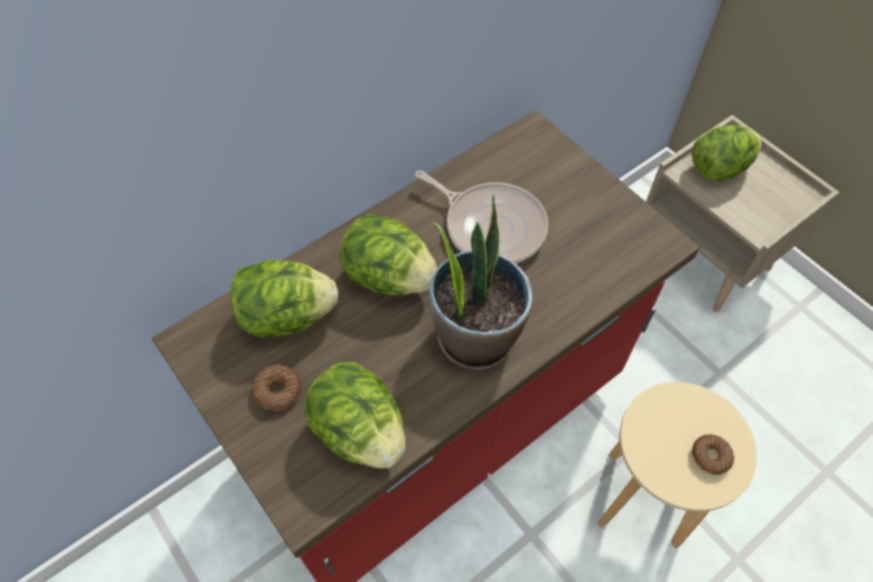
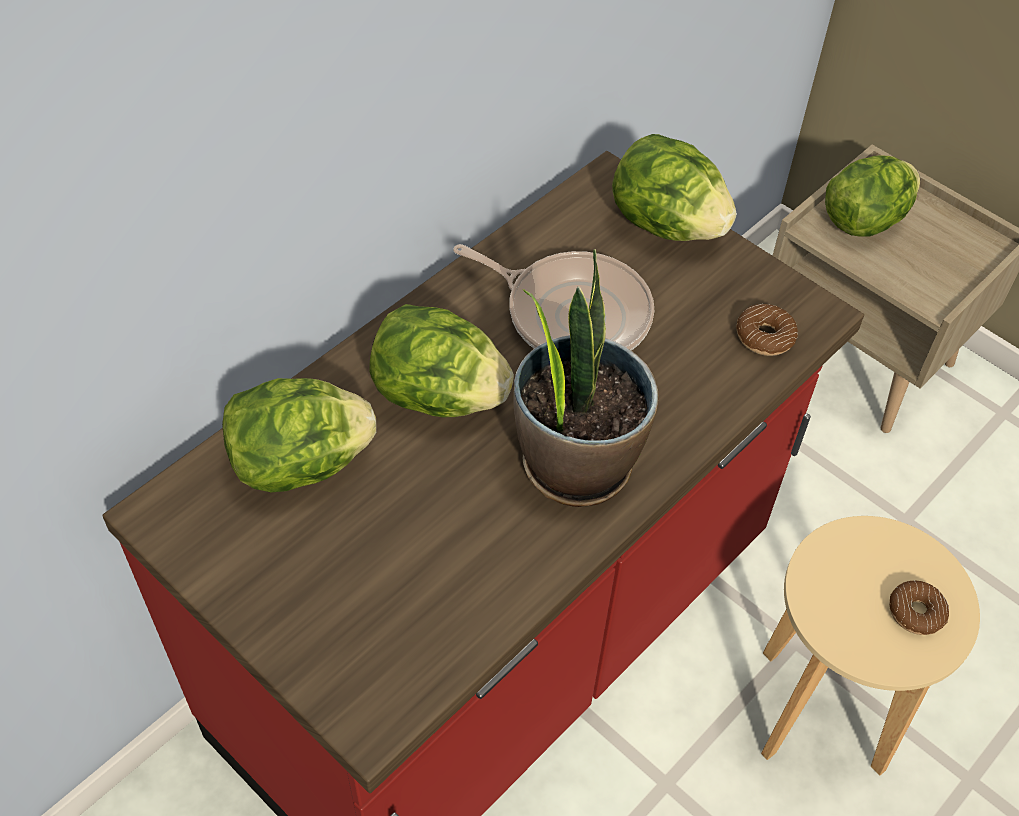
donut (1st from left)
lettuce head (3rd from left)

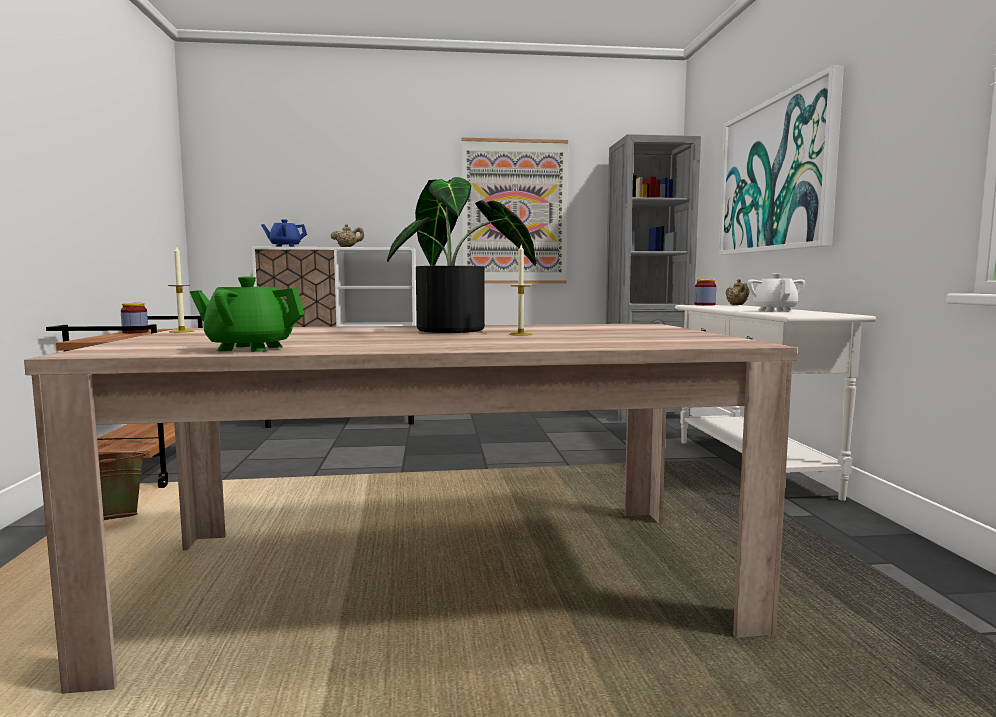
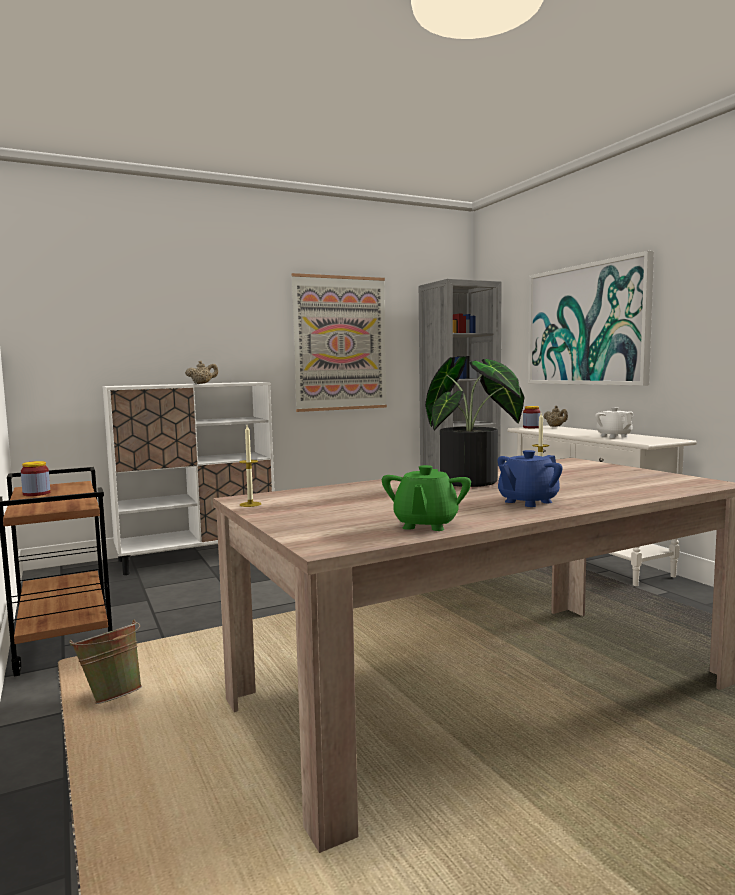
green-coloured tea pot
bluish tea pot

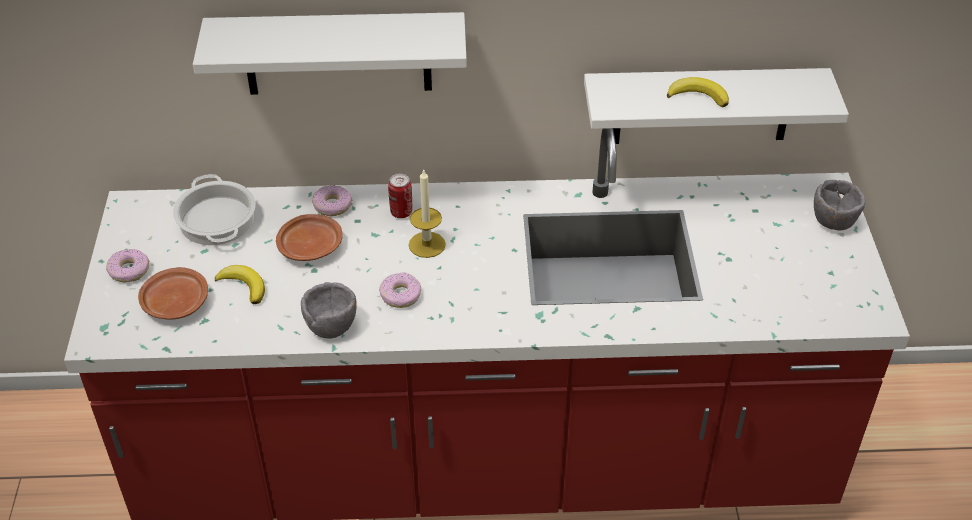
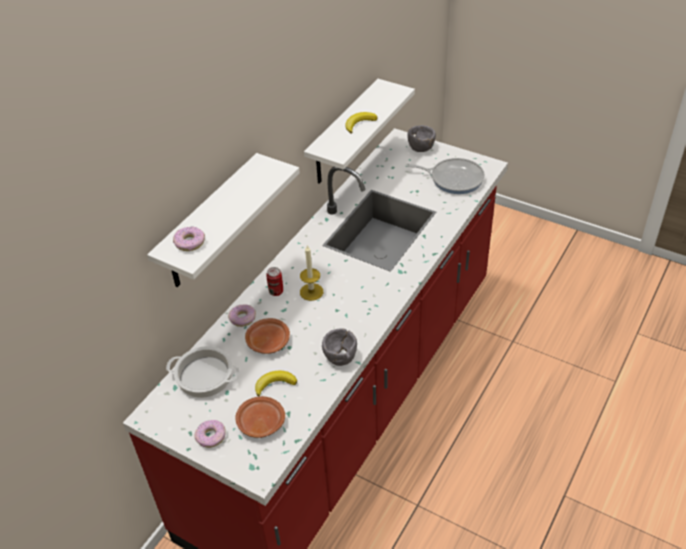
donut (1st from left)
pan

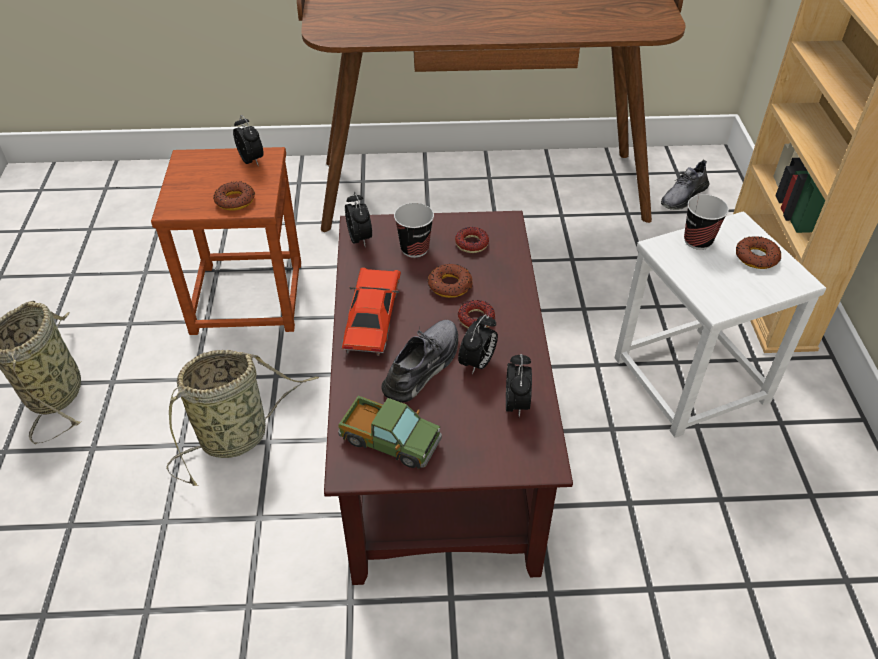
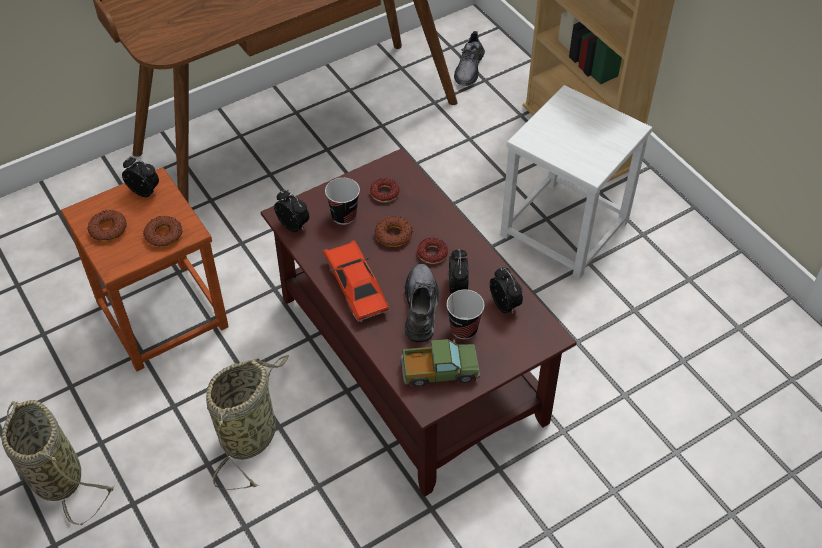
cup (2nd from left)
donut (1st from left)

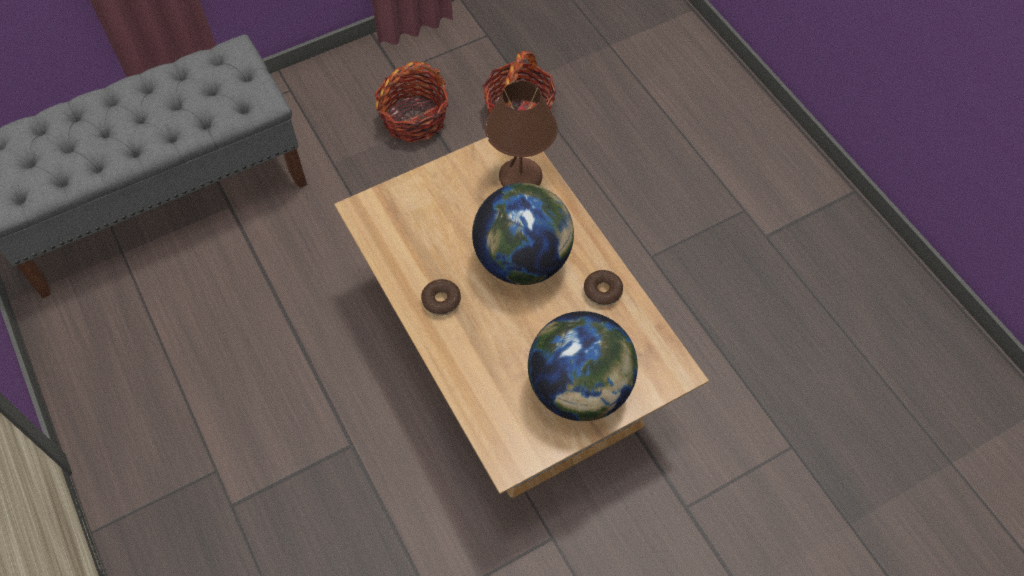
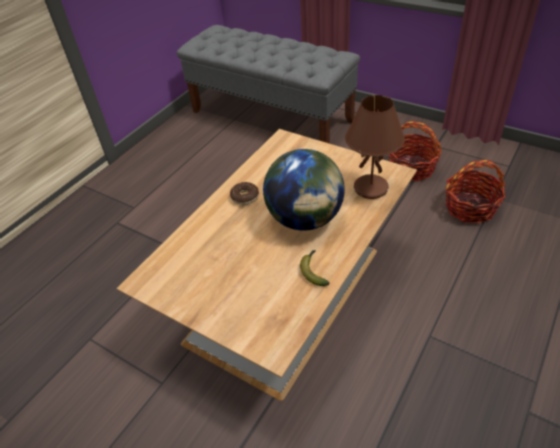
desk globe (2nd from left in the first image)
banana

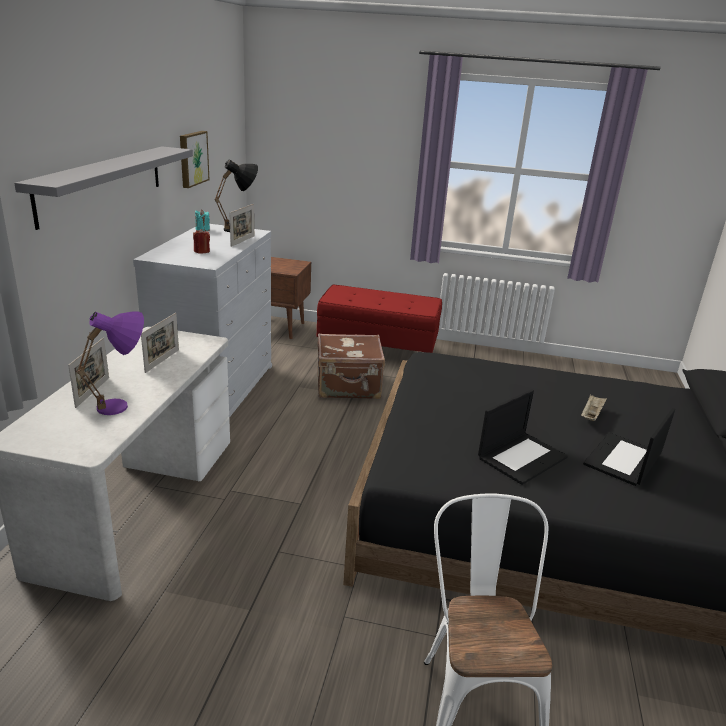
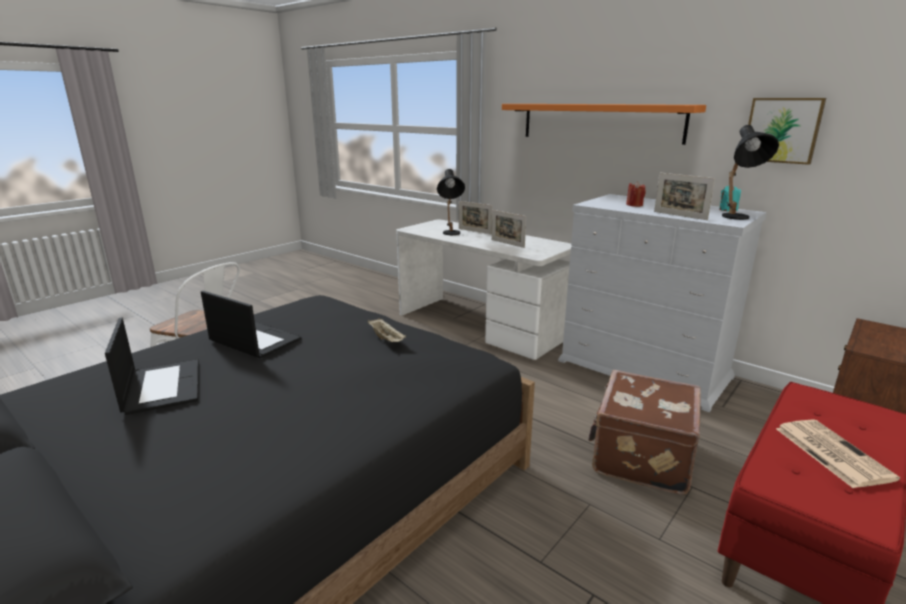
orangey wall shelf
black-coloured tabletop lamp (1st from left)
laptop (2nd from left)
beige-coloured tray
daily paper

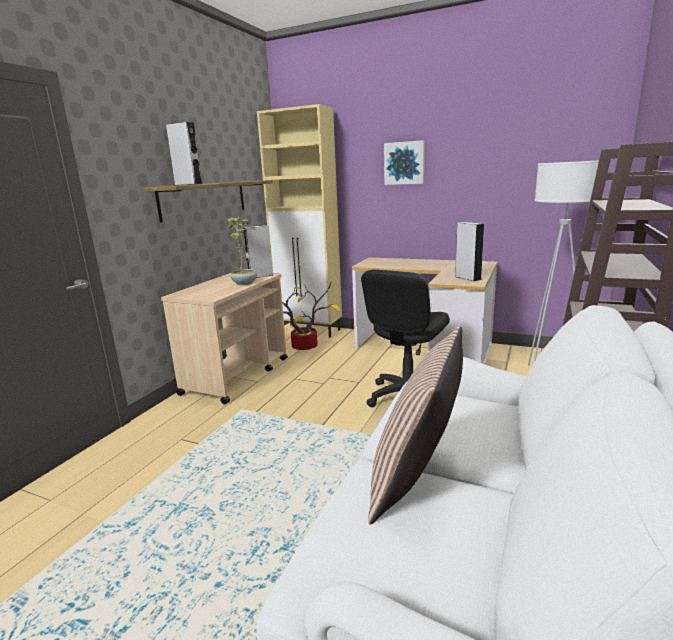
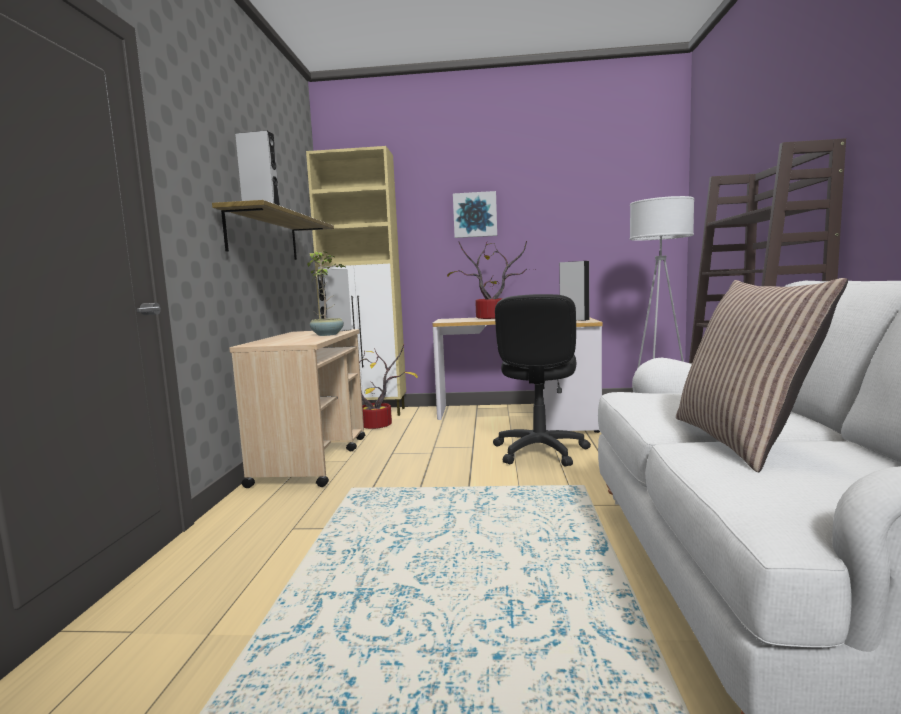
plant in a pot (3rd from left)

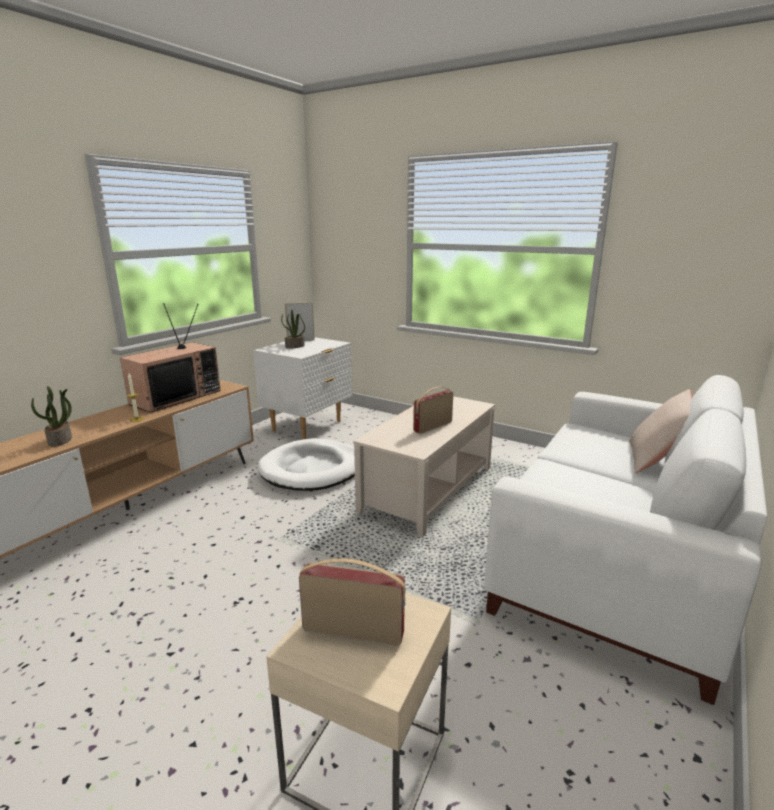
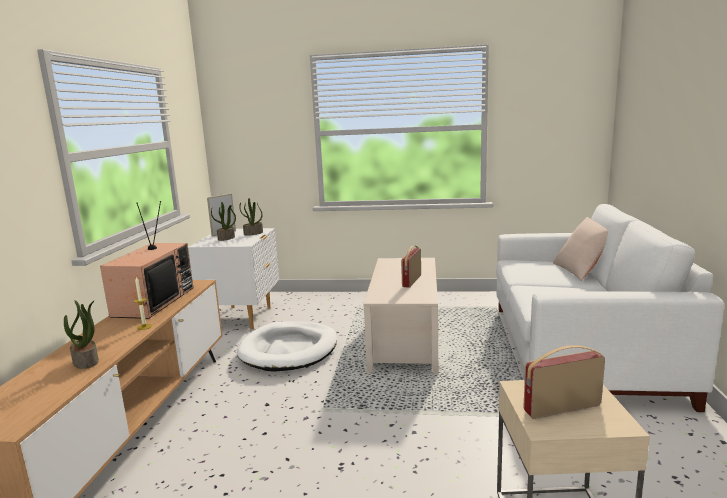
plant in a pot (3rd from left)

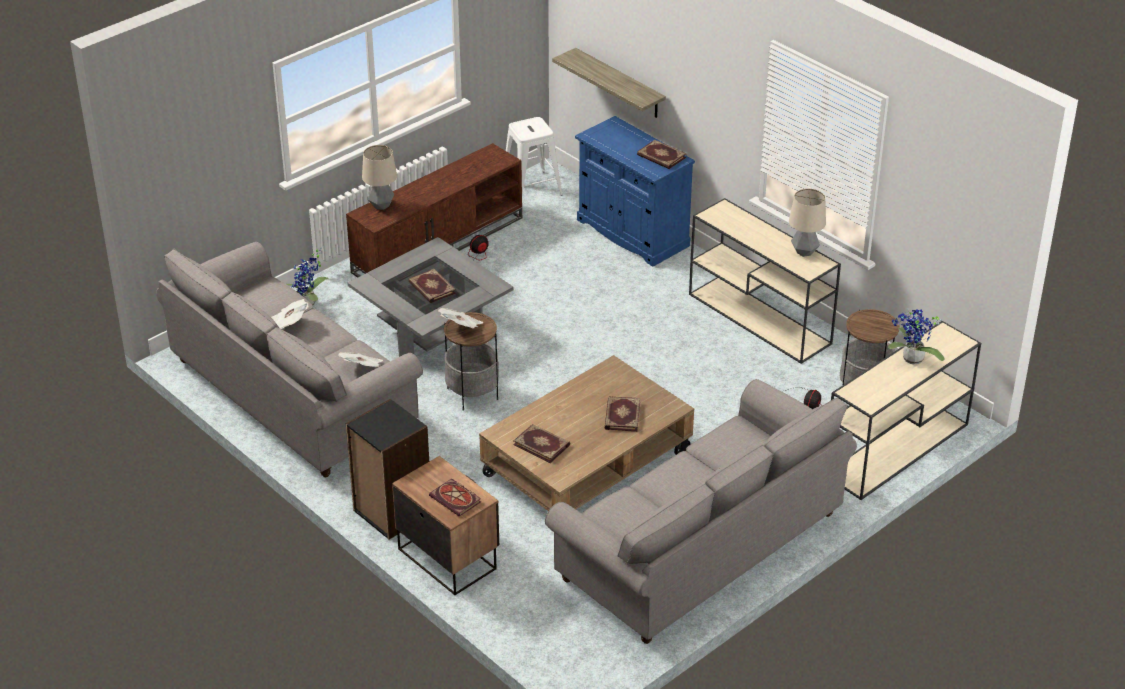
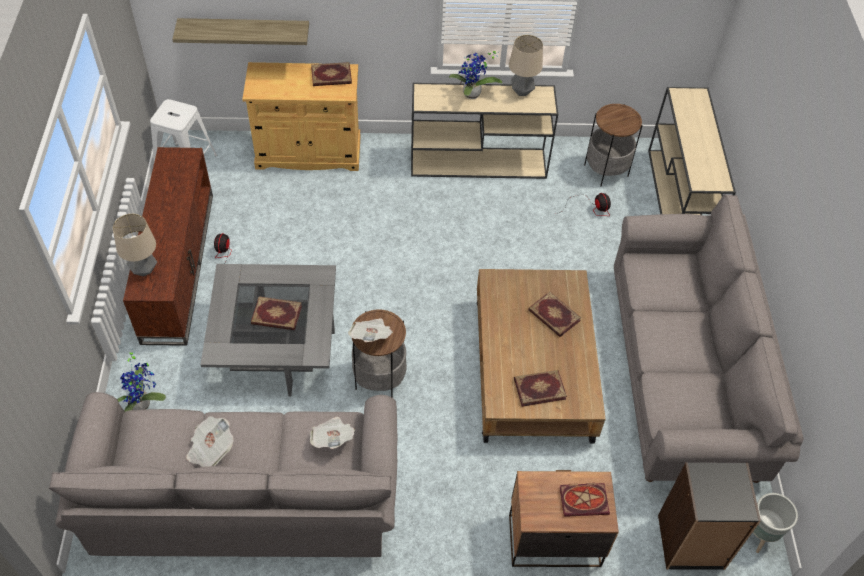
black-coloured shelving unit
beige-coloured cabinet
plant in a pot (2nd from left)
greyish planter

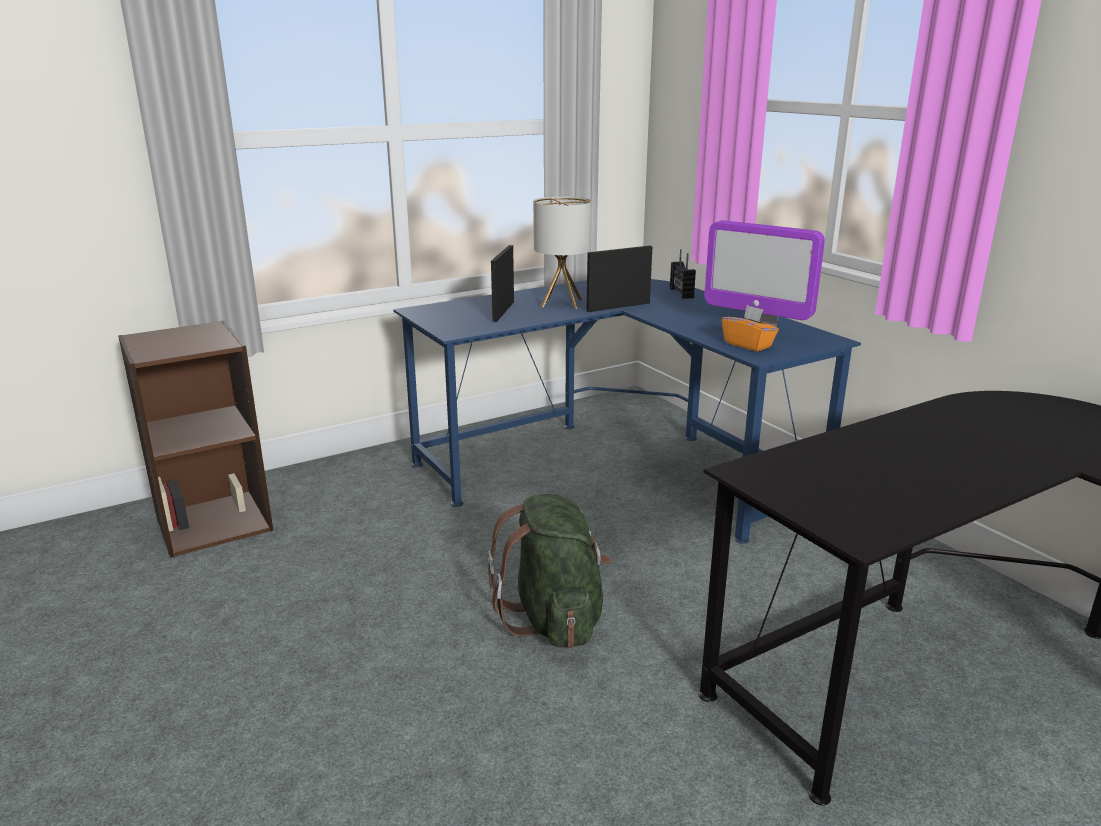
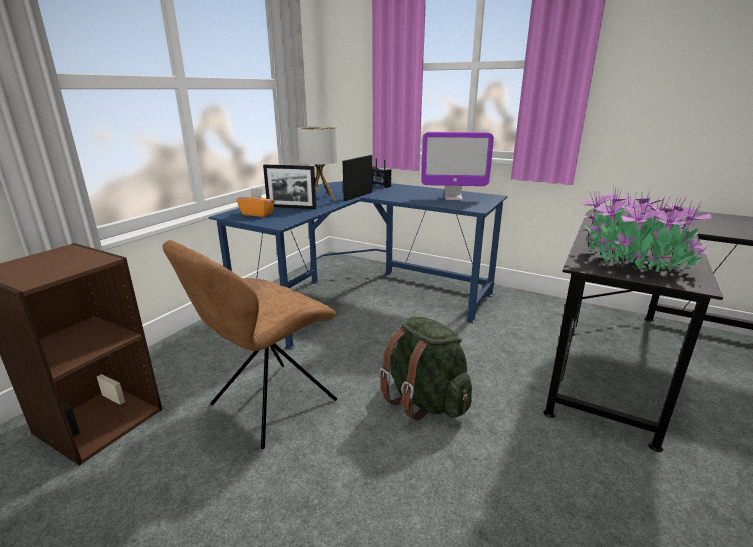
standing frame (1st from left)
orangey tissue box
brownish upright chair
plant in a pot

